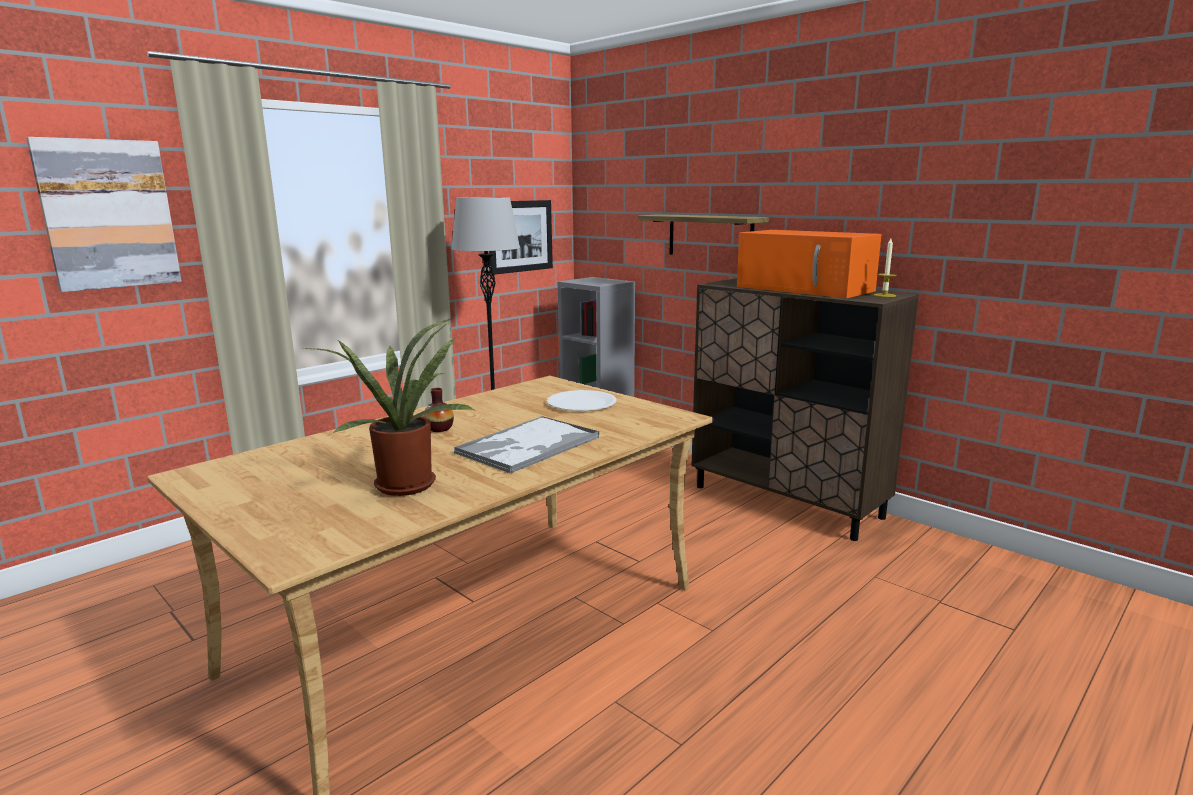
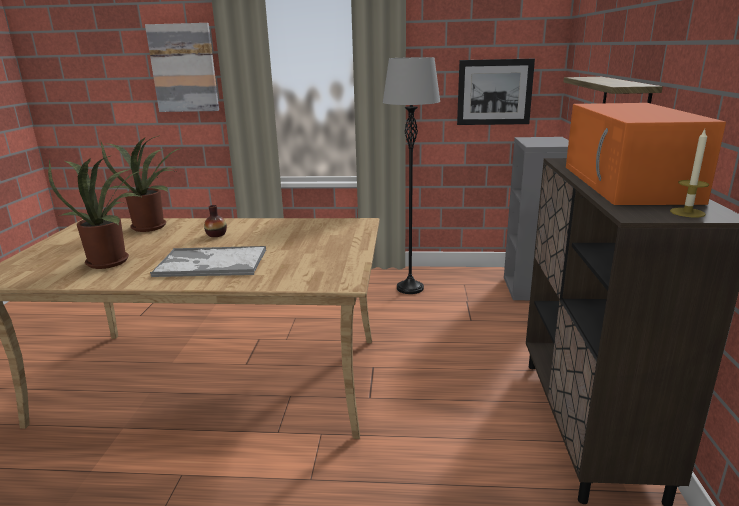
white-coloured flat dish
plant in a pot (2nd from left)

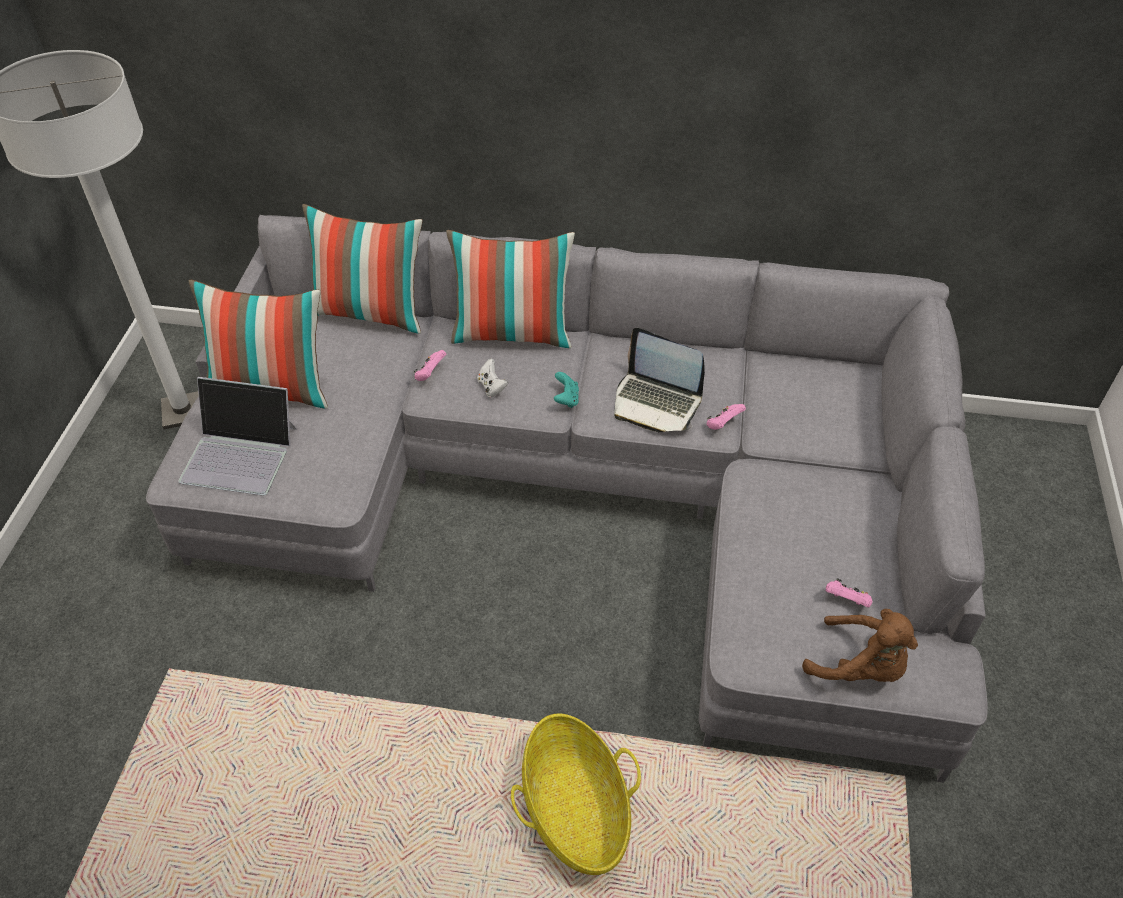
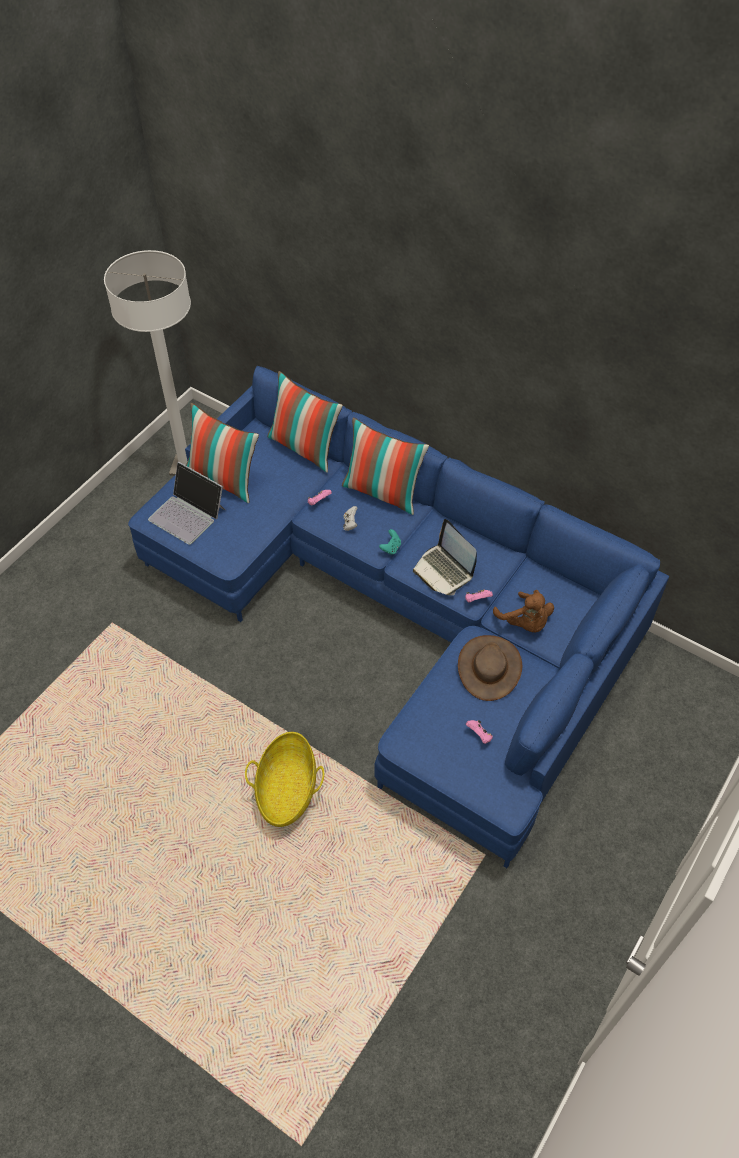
bluish couch
brownish cuddly toy
brownish hat

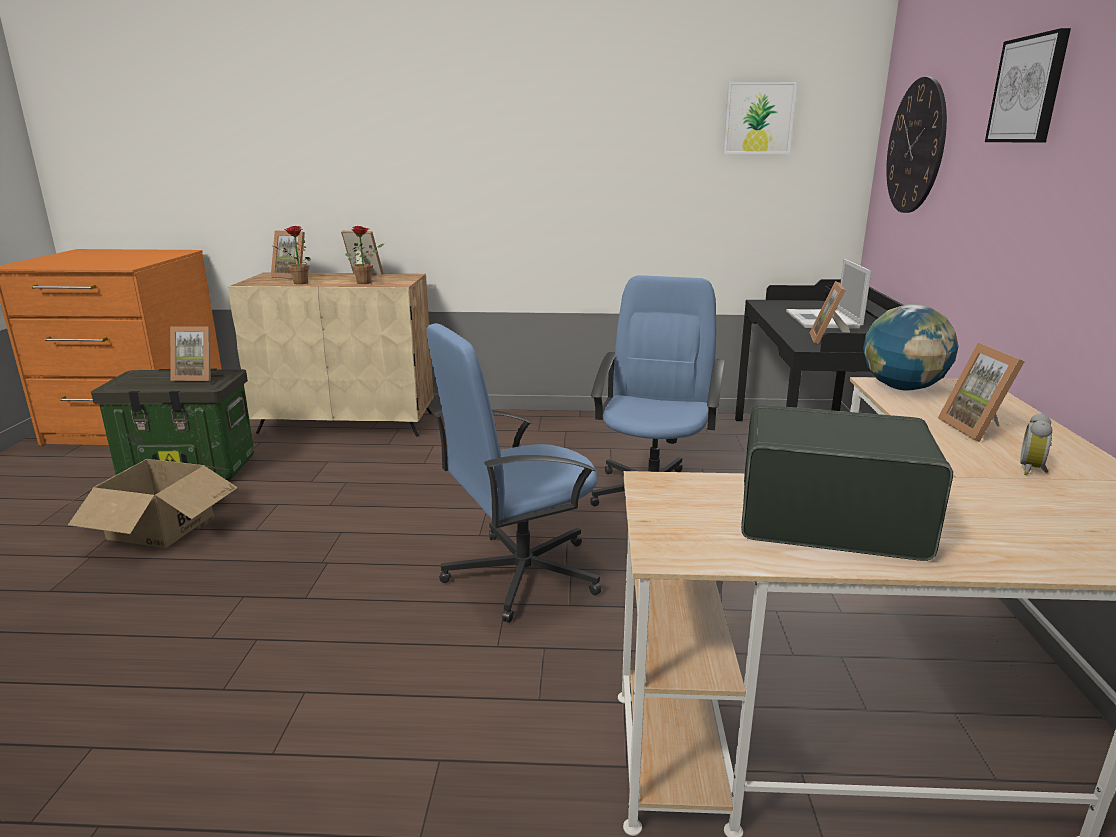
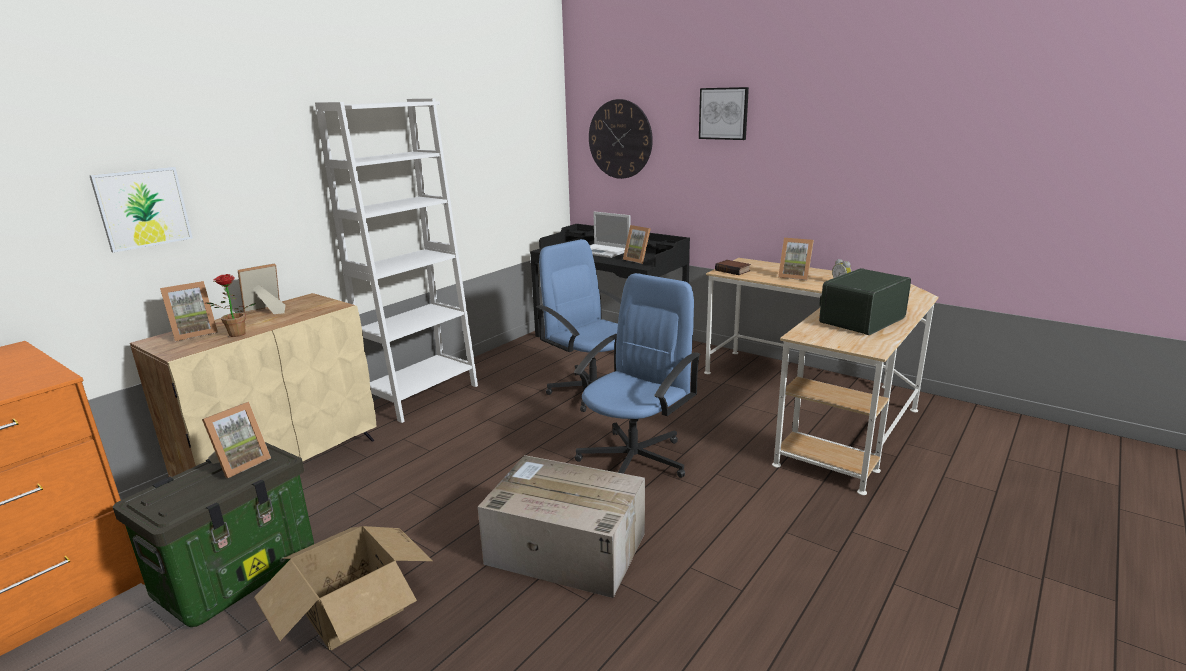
plant in a pot (2nd from left in the first image)
bluish office chair (2nd from left)
wall picture (1st from left)
book
white-coloured shelving unit
packing box (2nd from left)

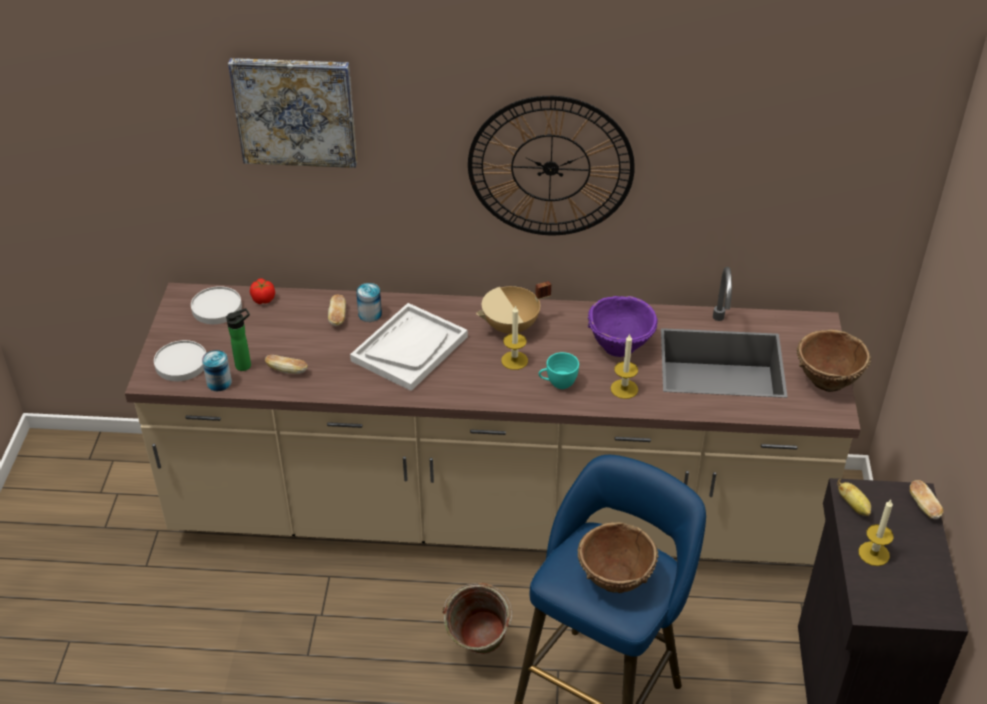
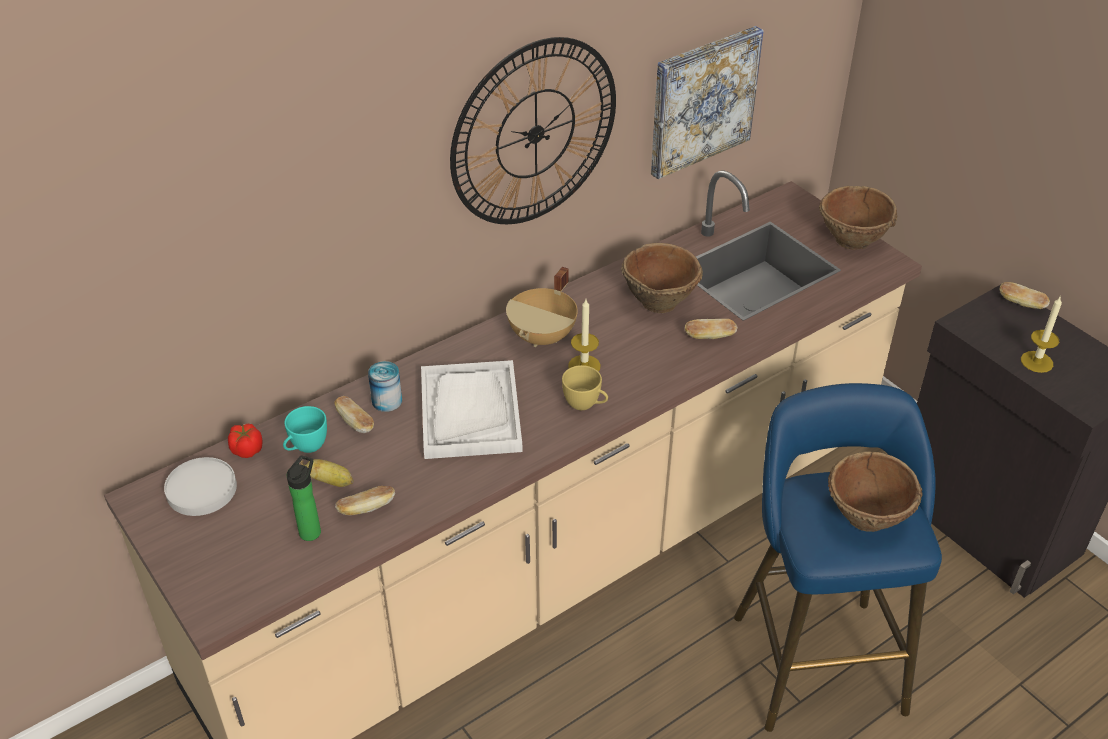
white-coloured flat dish (1st from left in the first image)
sealed can (1st from left in the first image)
wall picture
green-coloured water bucket
turquoise cup
brownish deep dish (1st from left)
bread (3rd from left)
banana
yellowish cup

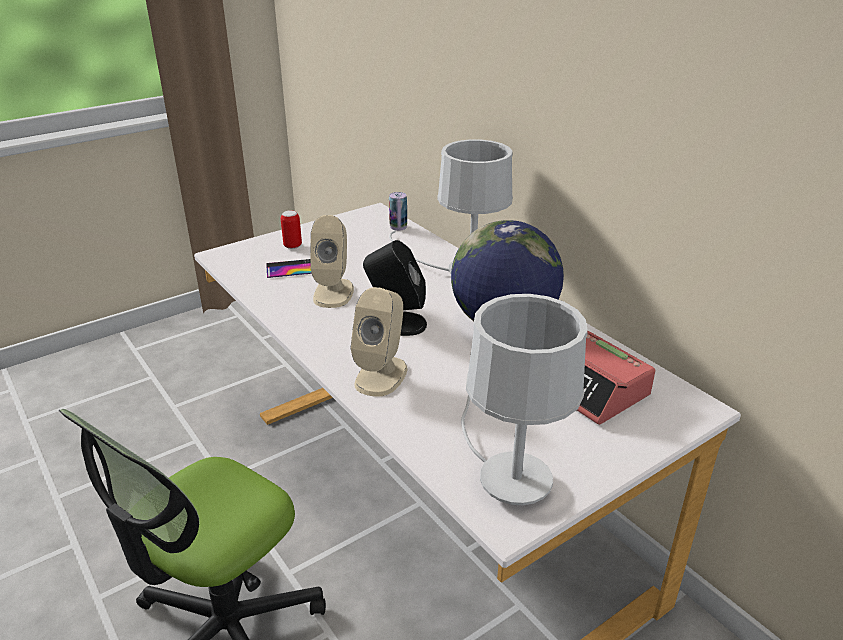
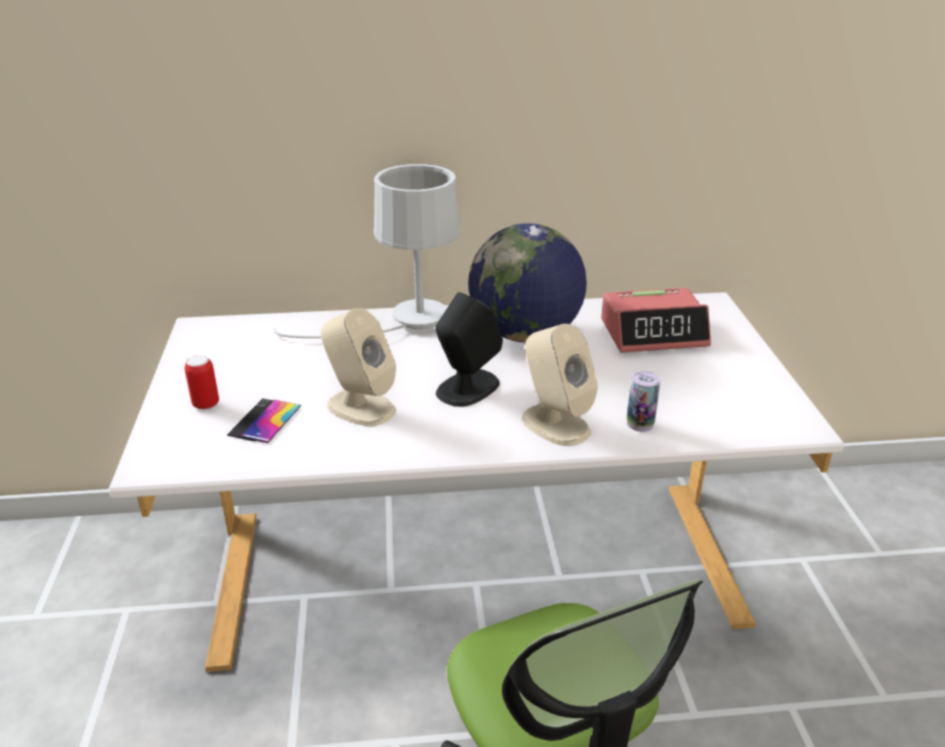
sealed can (2nd from left)
white-coloured tabletop lamp (2nd from left in the first image)

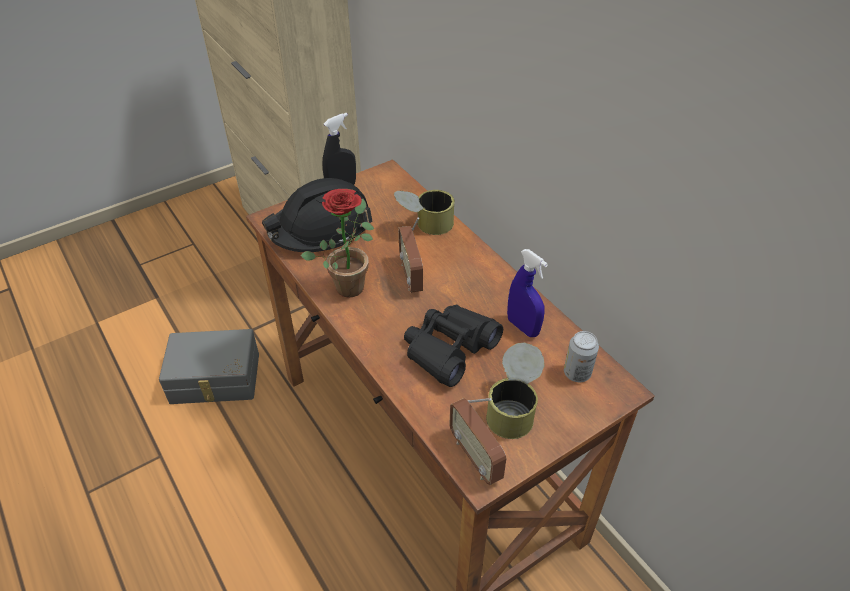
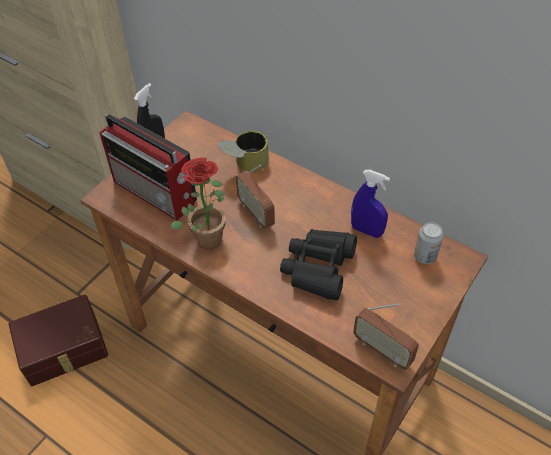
brownish storage box
radio receiver (1st from left)
sealed can (2nd from left in the first image)

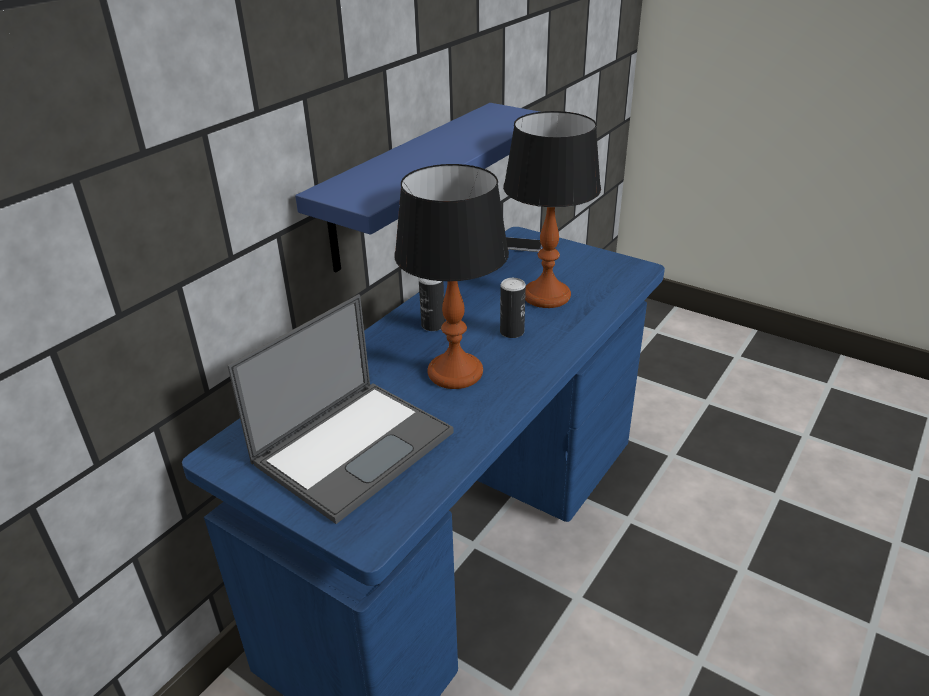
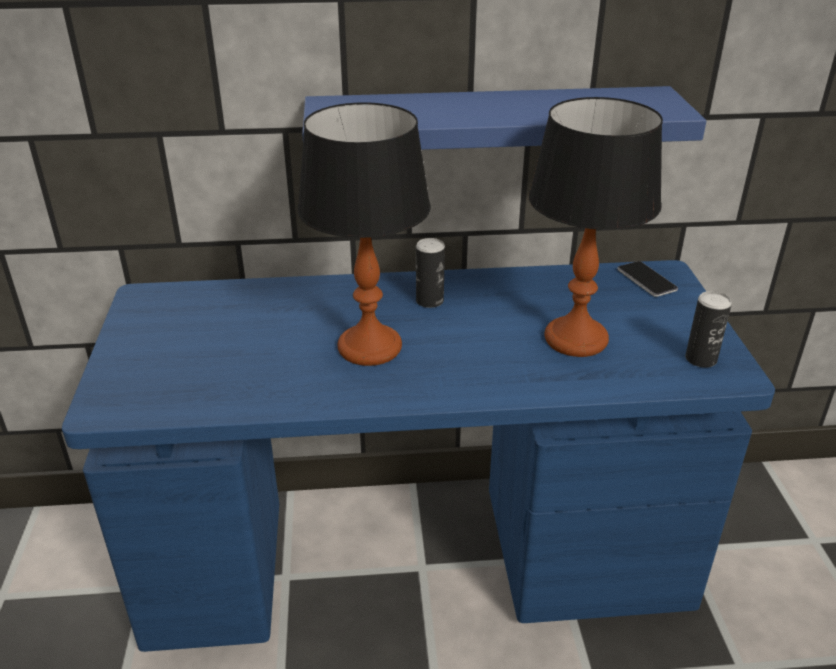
laptop
sealed can (2nd from left)

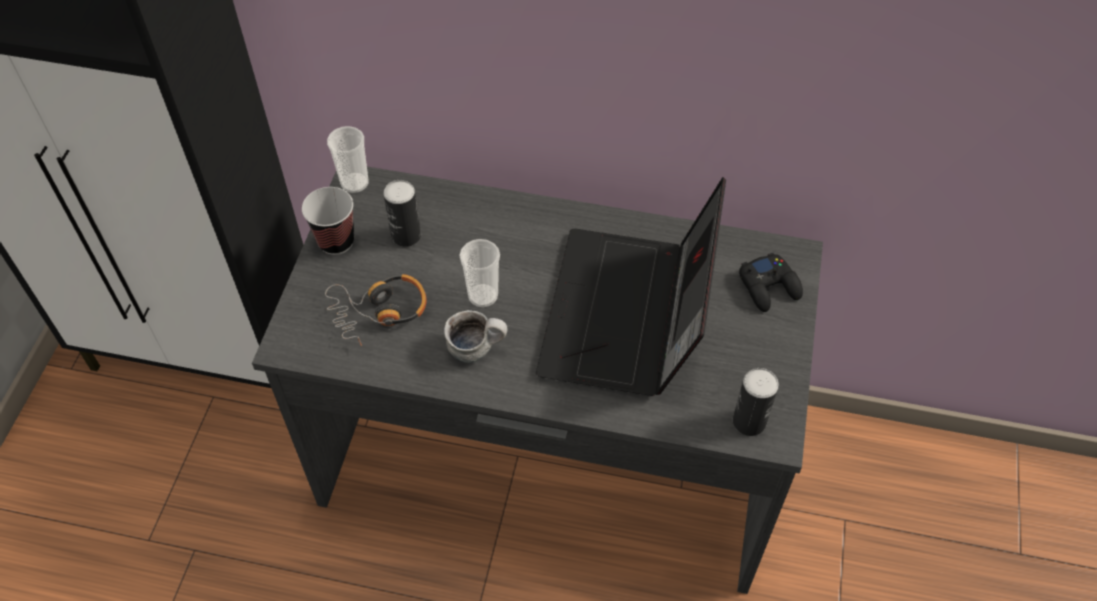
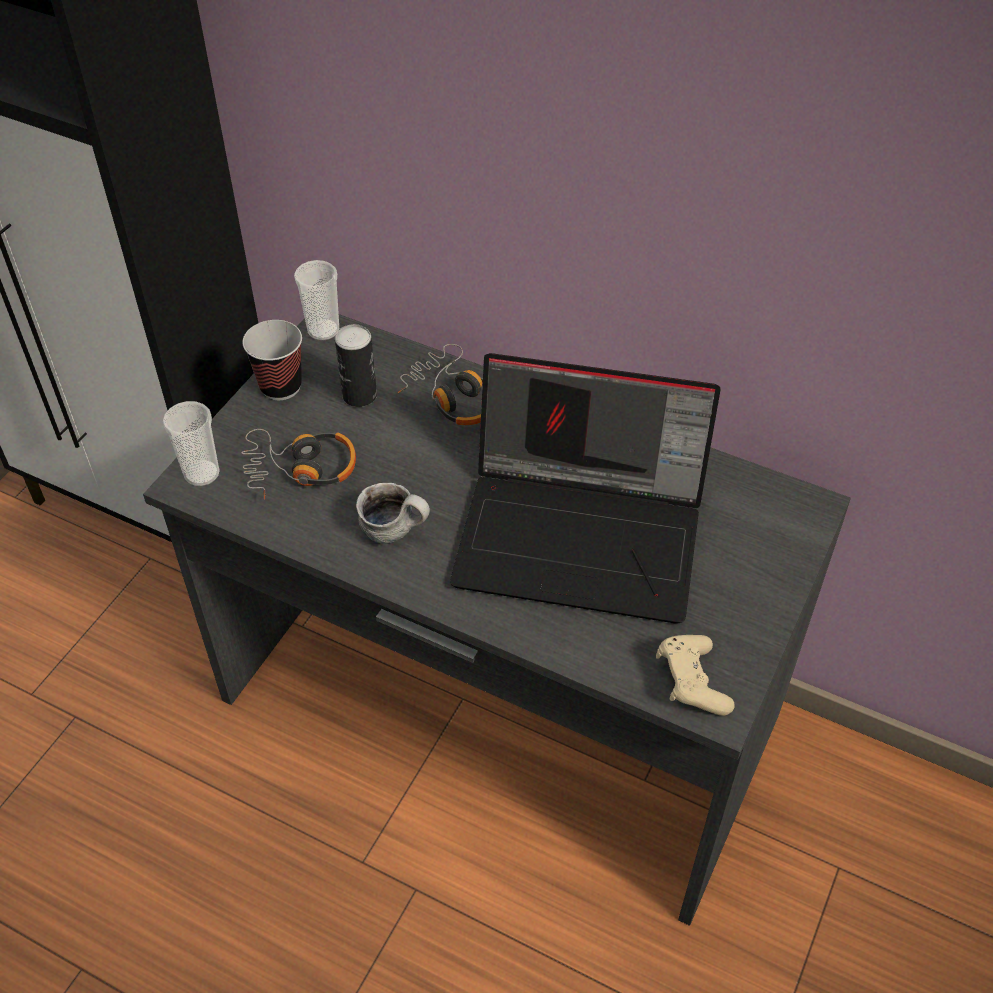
cup (1st from left)
laptop
beige-coloured game controller
black-coloured game controller
headset (2nd from left)

